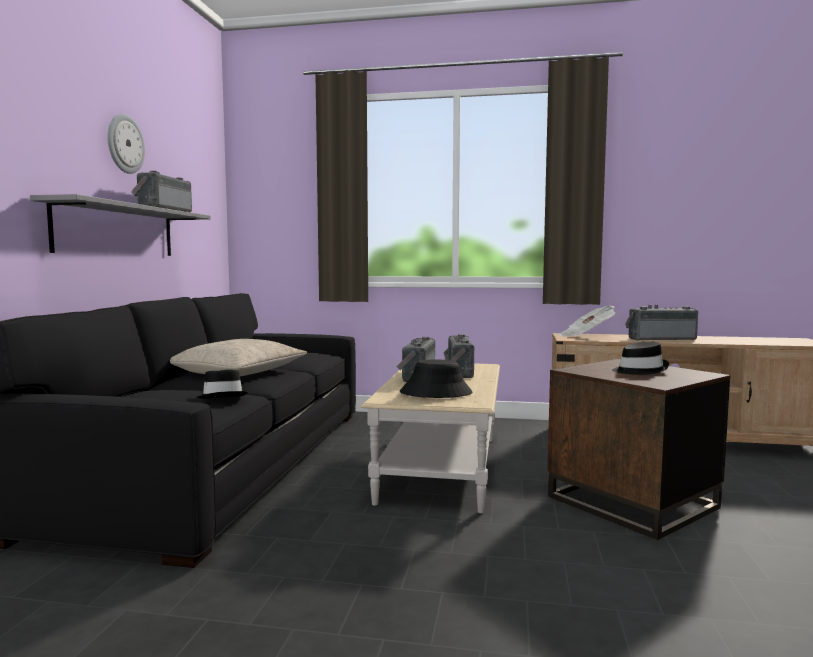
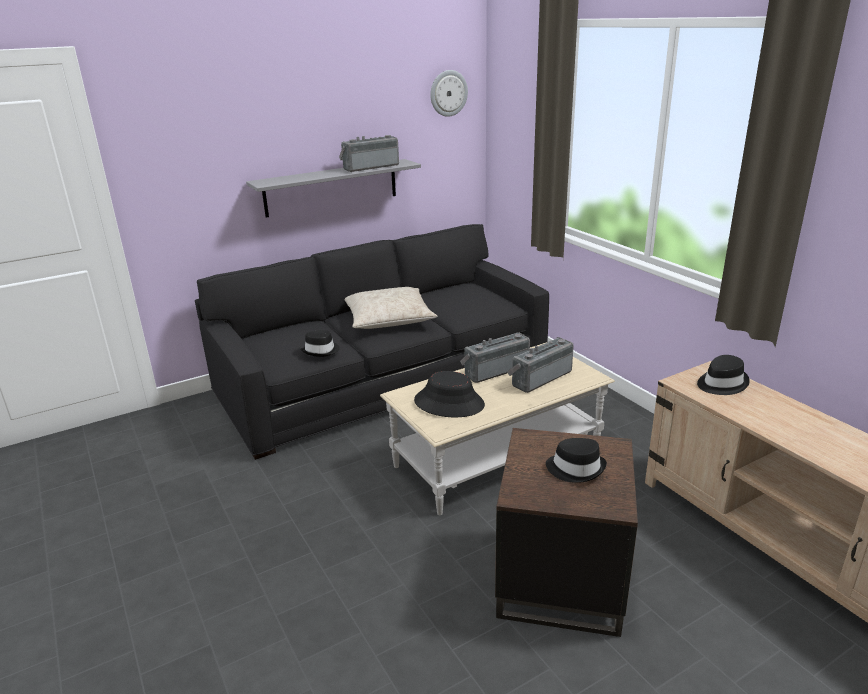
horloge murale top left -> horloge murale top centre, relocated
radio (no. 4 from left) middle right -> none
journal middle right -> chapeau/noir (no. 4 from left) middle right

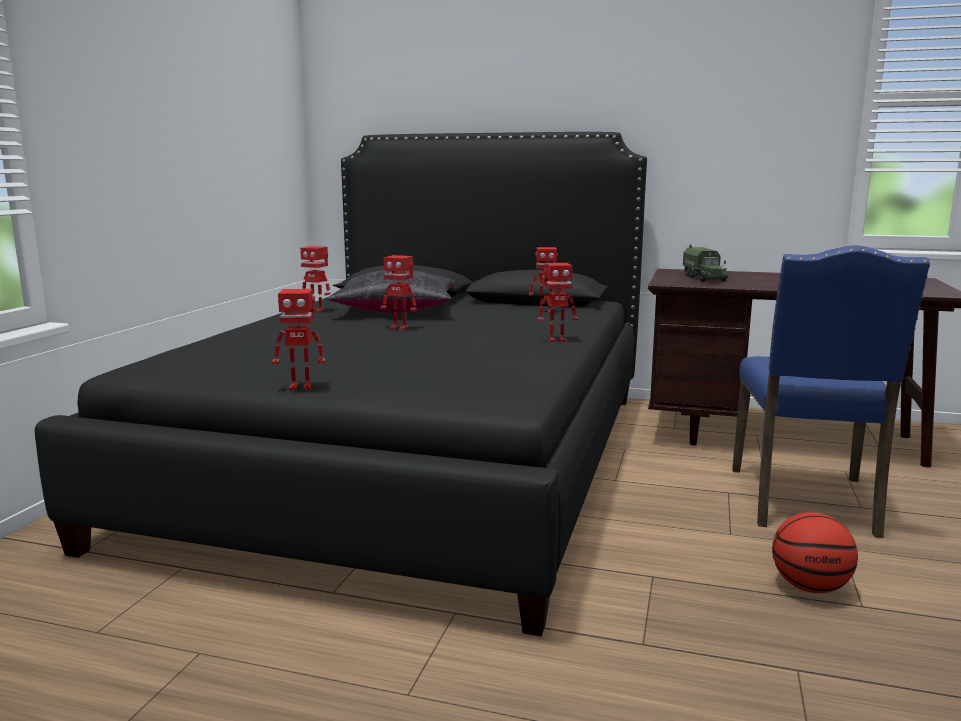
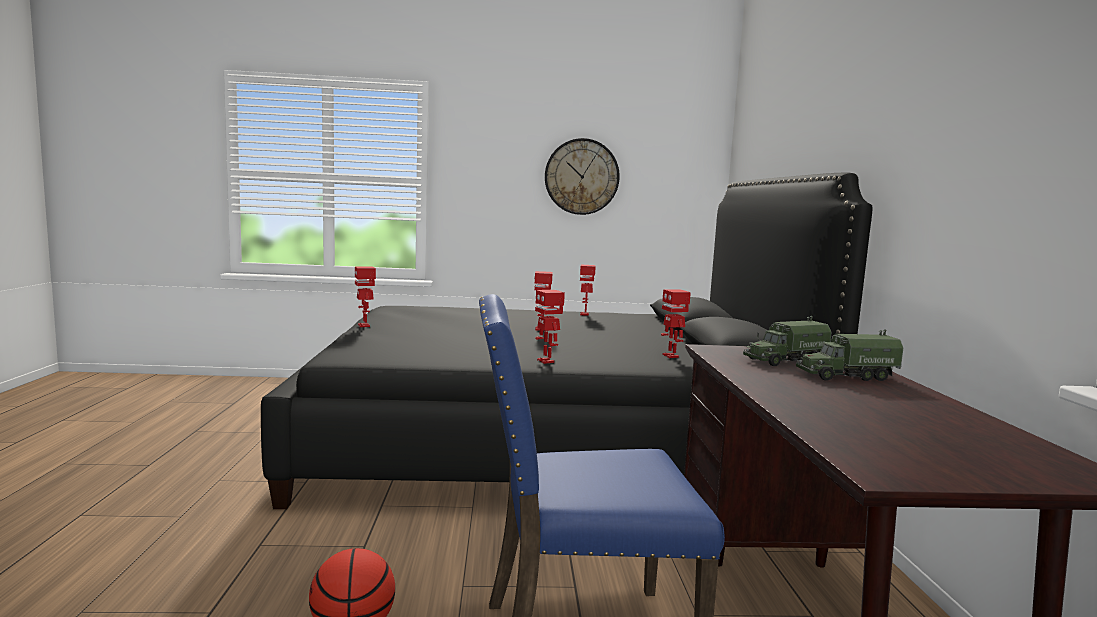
coussin/noir centre -> none
none -> horloge murale top centre
none -> camion jouet (no. 2 from left) middle right

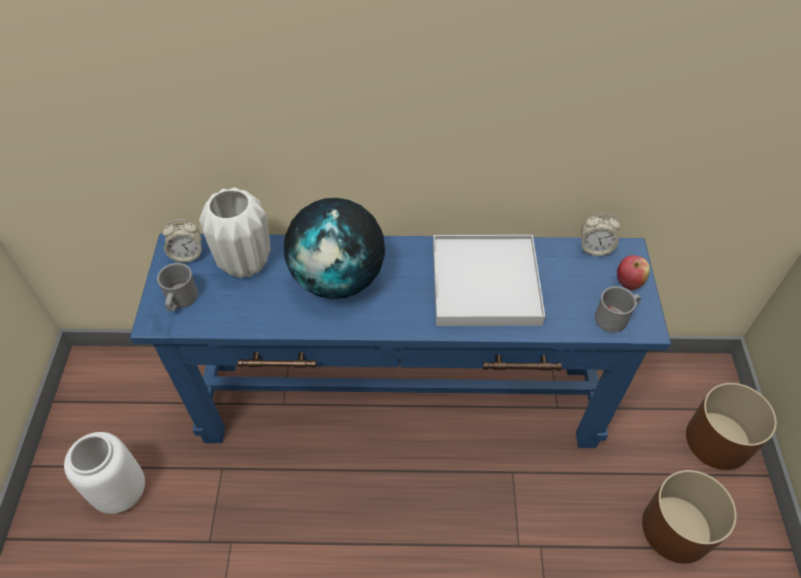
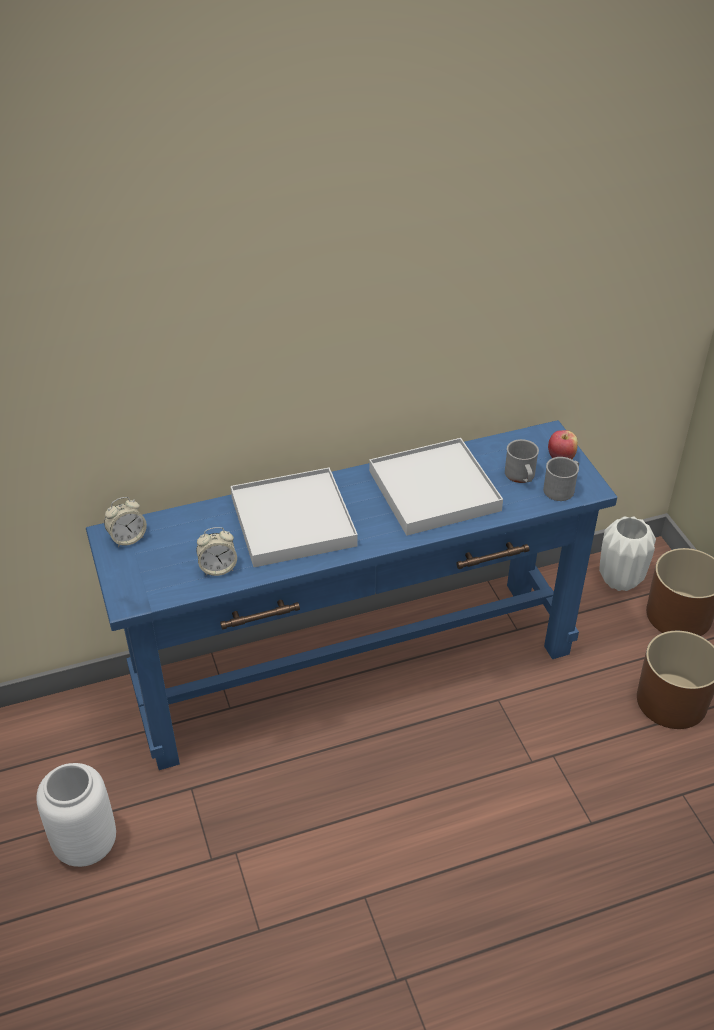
vase/blanc (no. 2 from left) middle left -> vase/blanc (no. 2 from left) middle right, relocated
globe centre -> plateau/blanc (no. 1 from left) centre
réveil (no. 2 from left) middle right -> réveil (no. 2 from left) middle left, relocated
mug/gris (no. 1 from left) middle left -> mug/gris (no. 1 from left) middle right, relocated

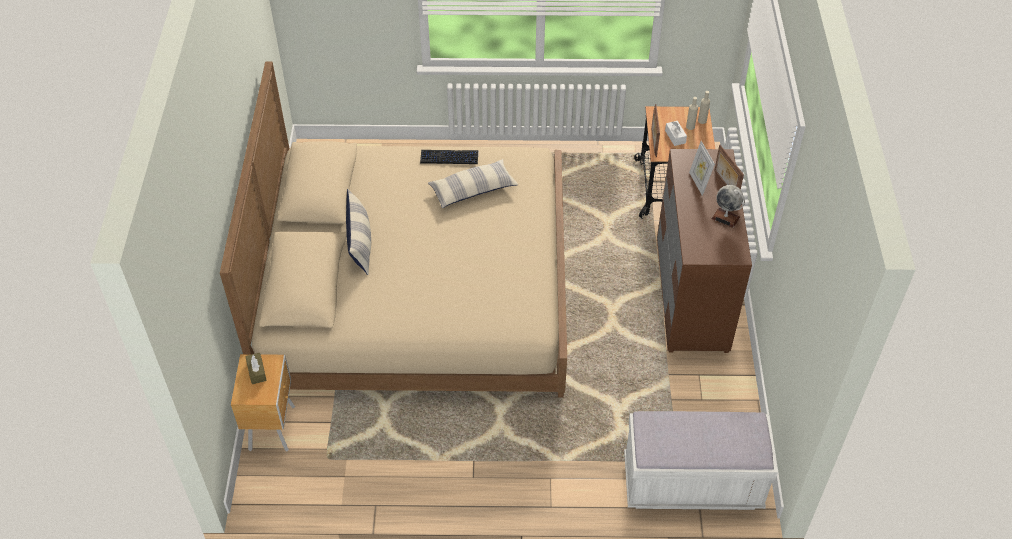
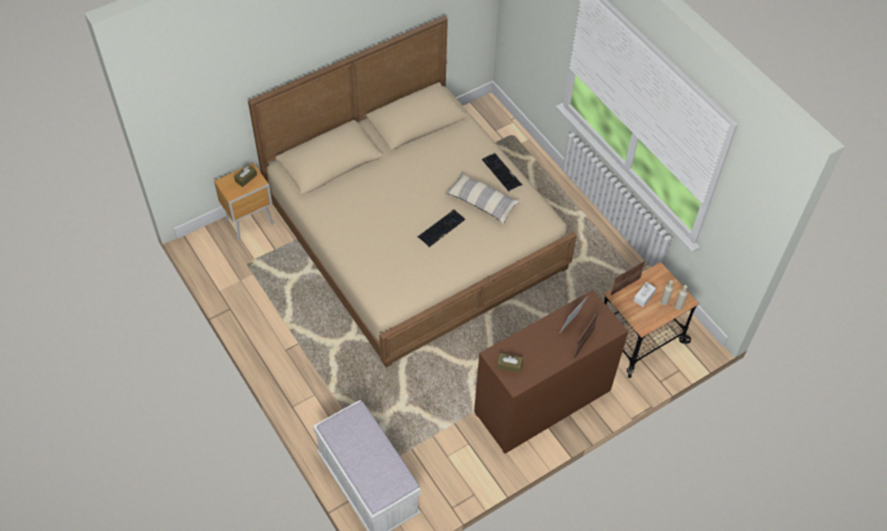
globe middle right -> none
coussin (no. 1 from left) centre -> none
none -> clavier (no. 1 from left) centre
none -> boîte à mouchoirs/marron (no. 2 from left) bottom centre

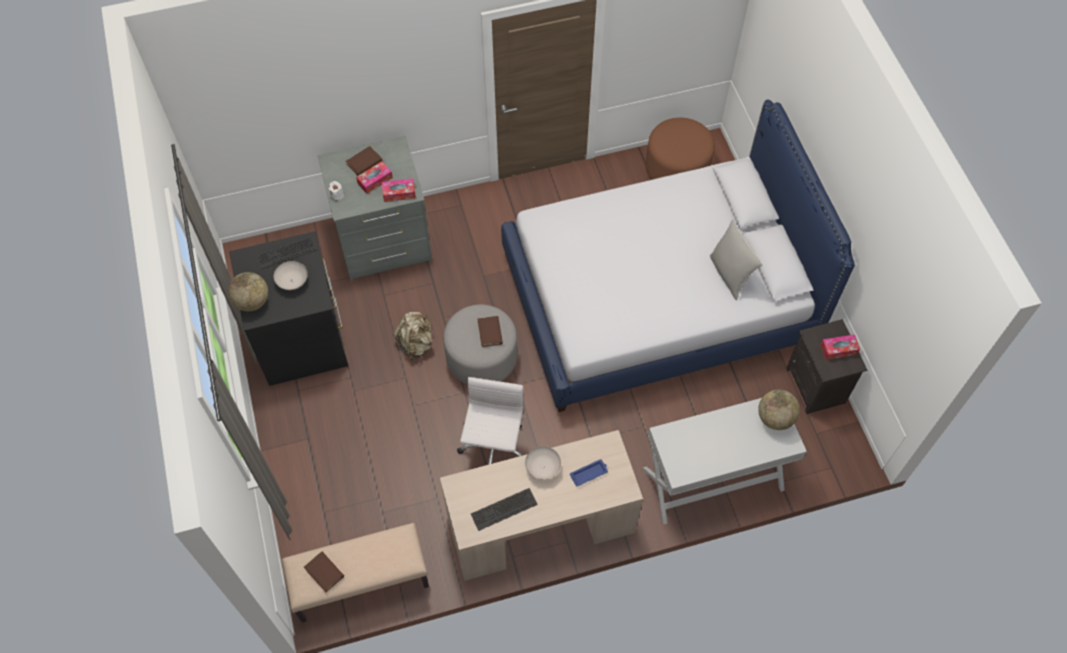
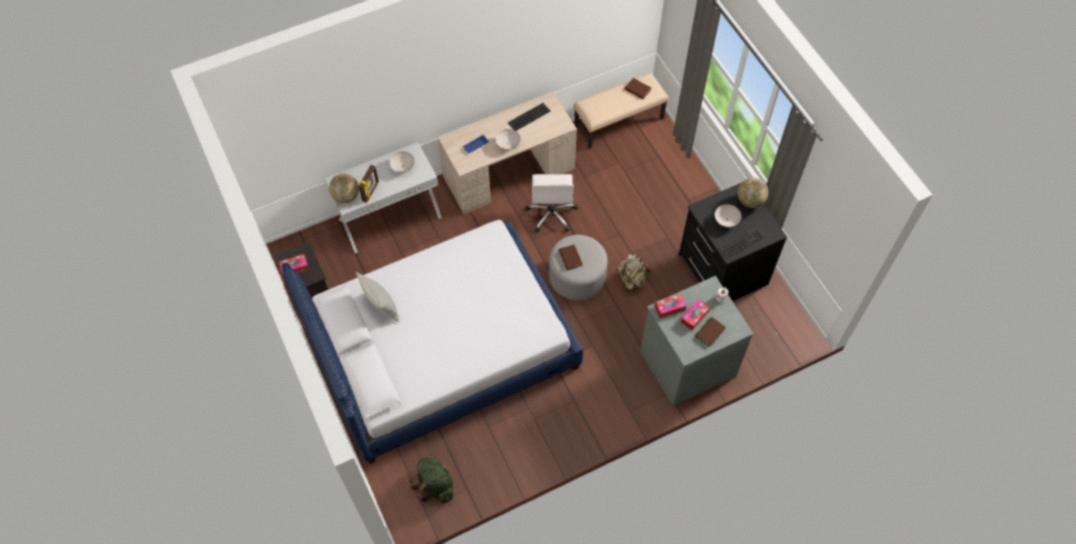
pouf/marron top centre -> sac à dos/vert bottom centre
none -> bol/blanc (no. 1 from left) top centre
none -> cadre photo centre

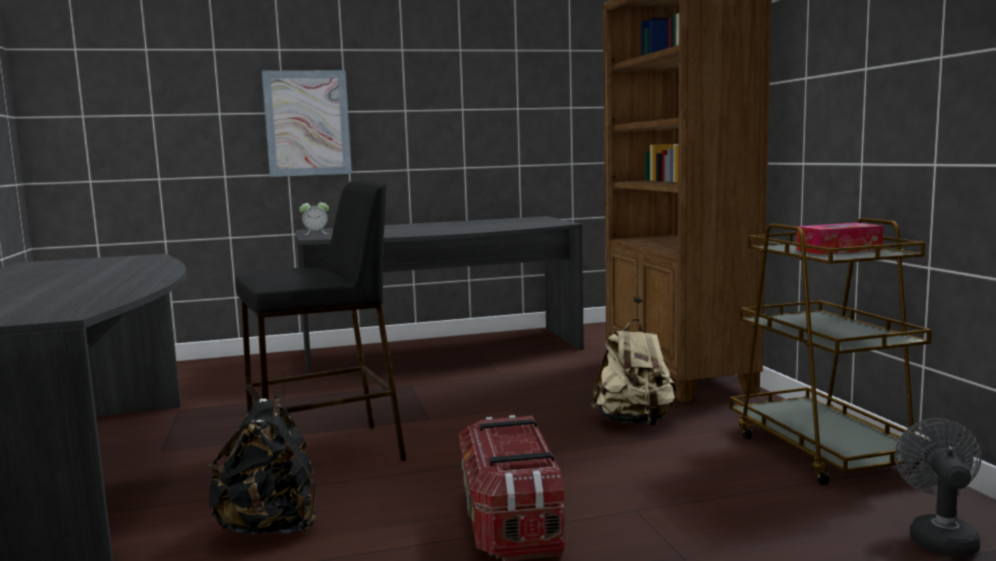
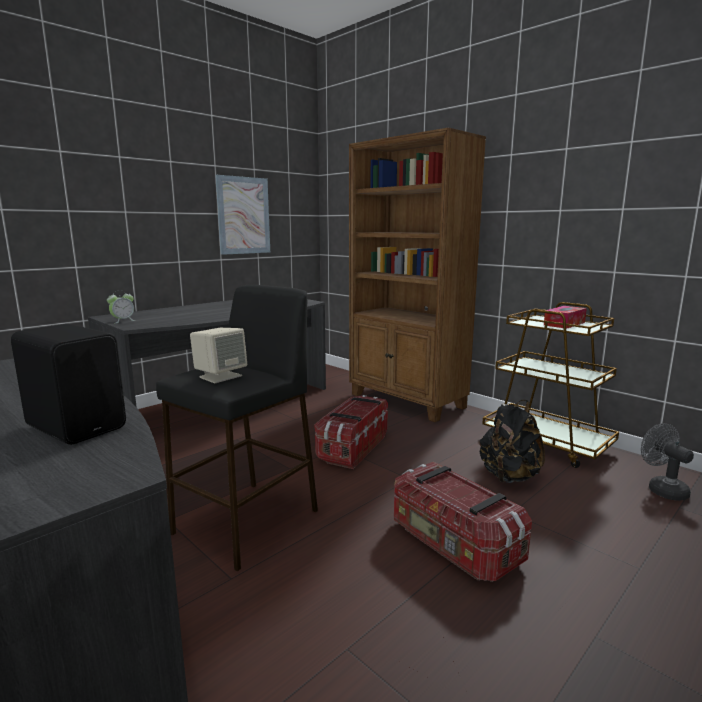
tableau top left -> tableau top centre, relocated
sac à dos/beige centre -> none
sac à dos/noir bottom left -> sac à dos/noir middle right, relocated
none -> enceinte/noir middle left
none -> enceinte/beige middle left
none -> boîte de rangement (no. 1 from left) centre

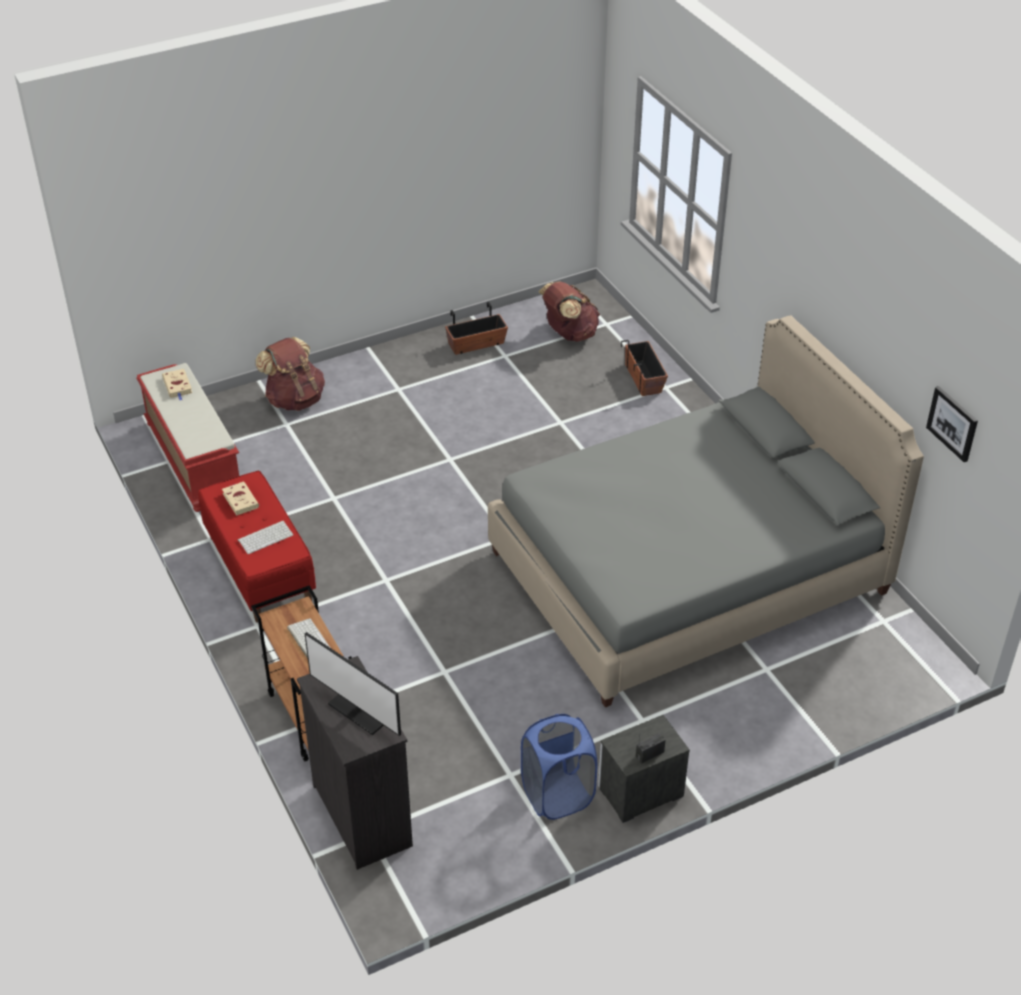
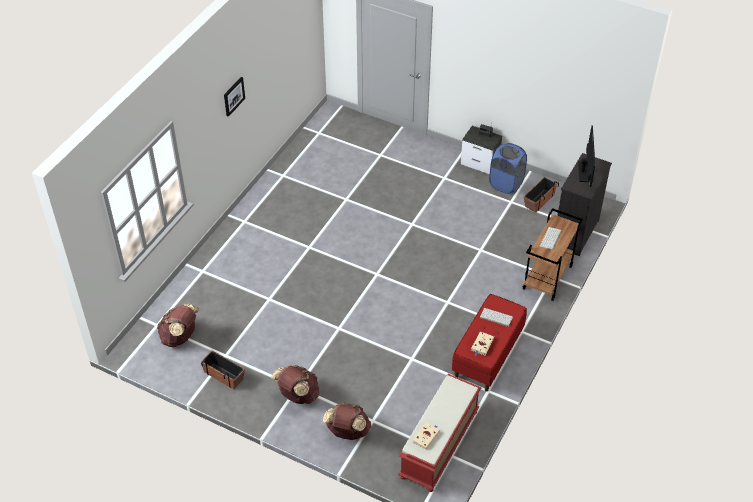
lit/gris middle right -> none
cache-pot (no. 2 from left) centre -> cache-pot (no. 2 from left) middle right, relocated
tableau middle right -> tableau top left, relocated
none -> sac à dos/marron (no. 2 from left) bottom centre

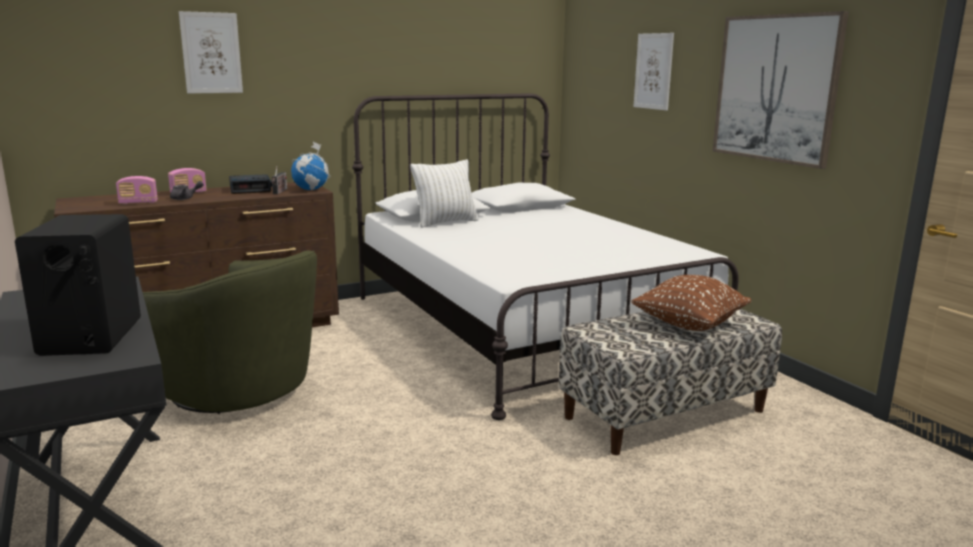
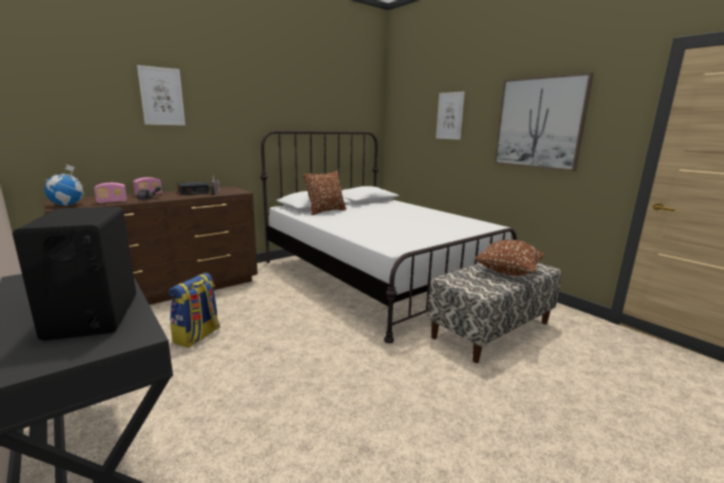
globe top left -> globe middle left, relocated
coussin/blanc centre -> coussin/marron (no. 1 from left) centre
fauteuil/vert middle left -> sac à dos middle left

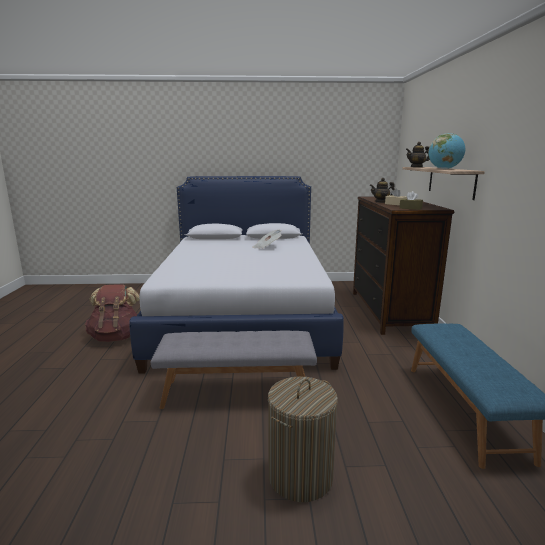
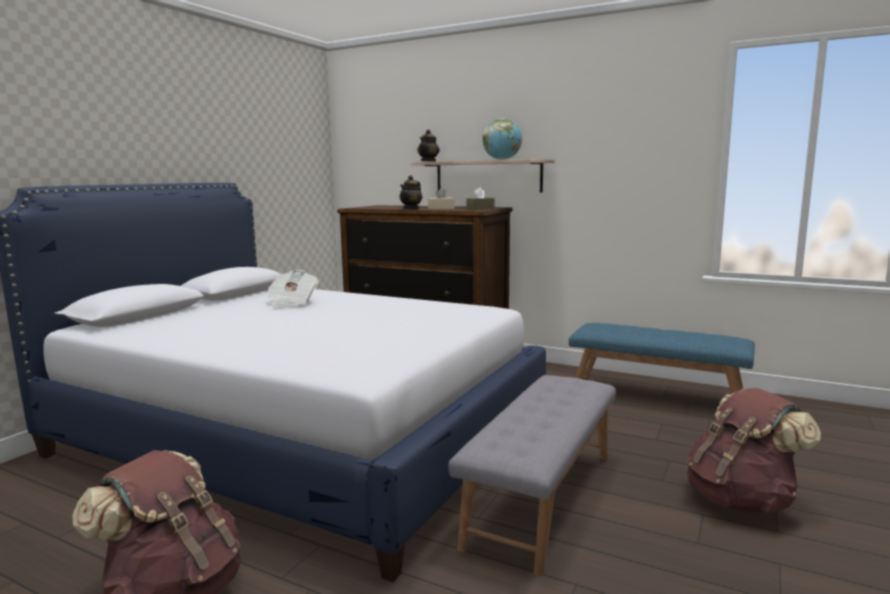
panier à linge bottom centre -> sac à dos/marron (no. 2 from left) bottom right

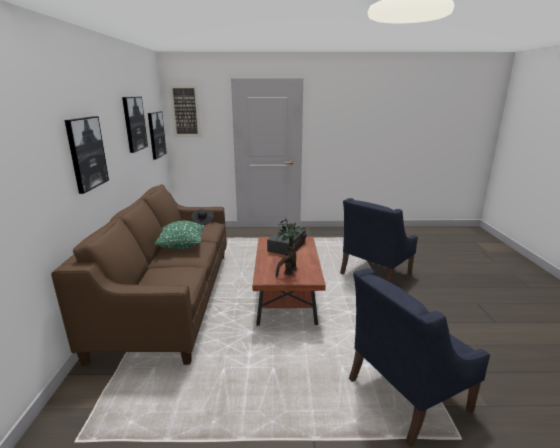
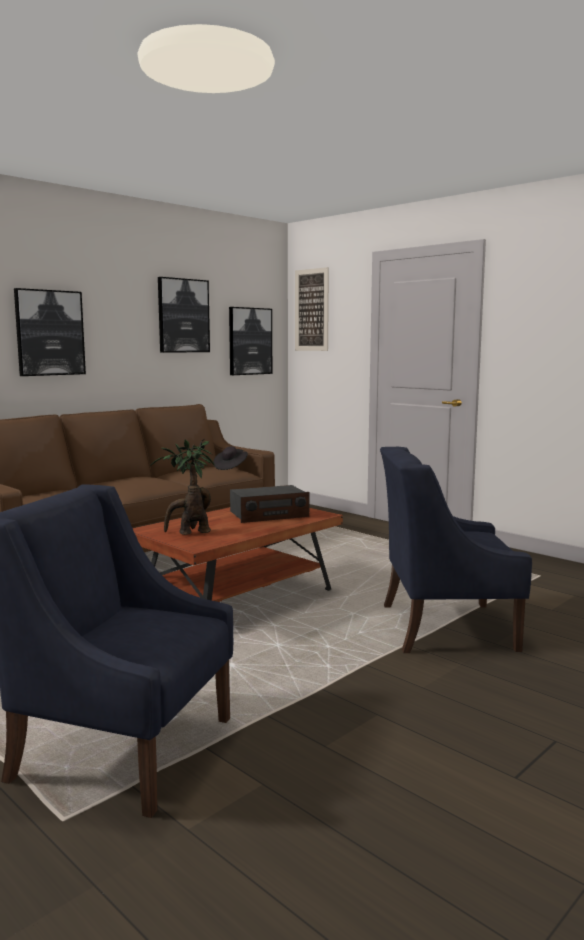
coussin/vert middle left -> none

